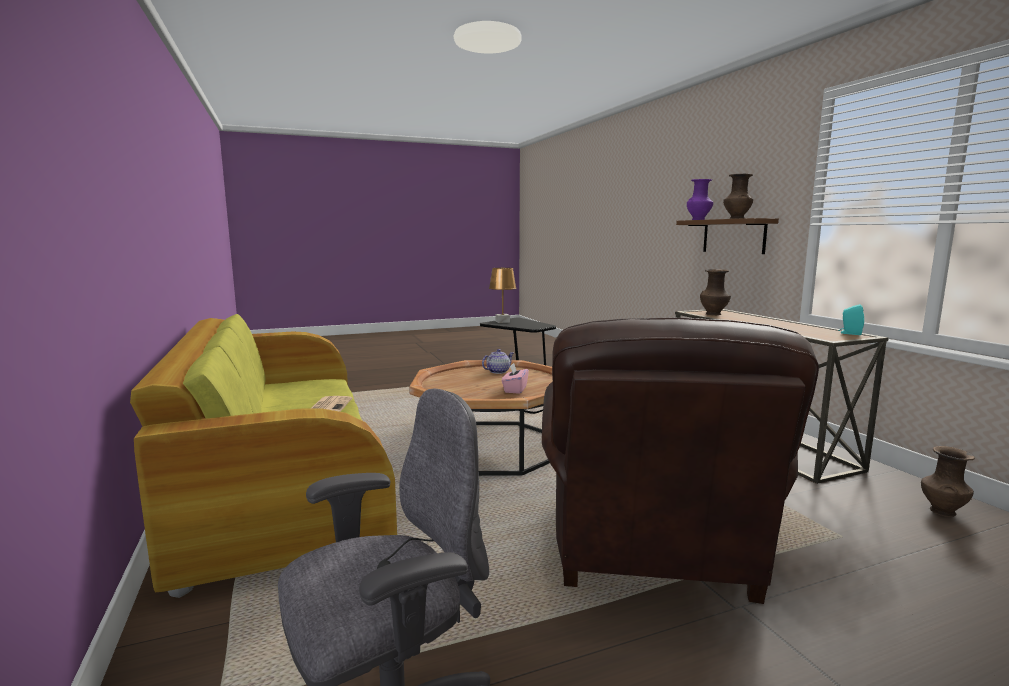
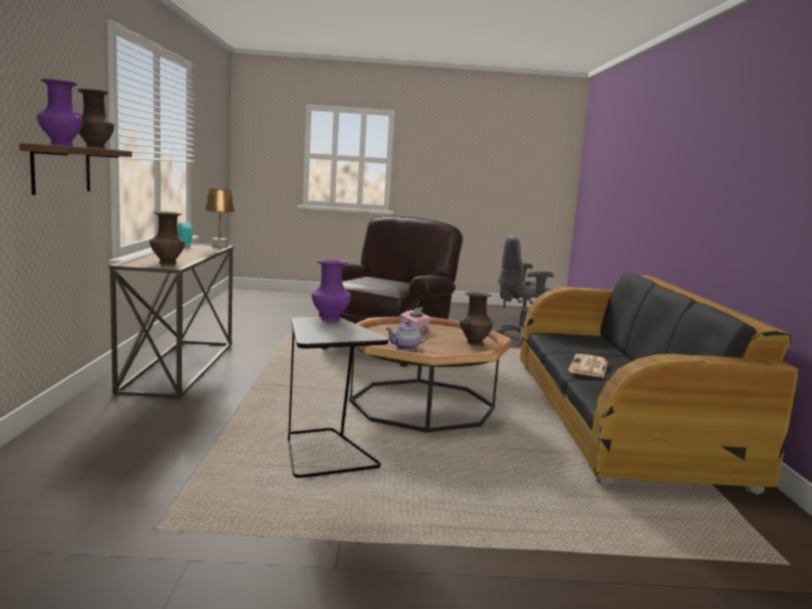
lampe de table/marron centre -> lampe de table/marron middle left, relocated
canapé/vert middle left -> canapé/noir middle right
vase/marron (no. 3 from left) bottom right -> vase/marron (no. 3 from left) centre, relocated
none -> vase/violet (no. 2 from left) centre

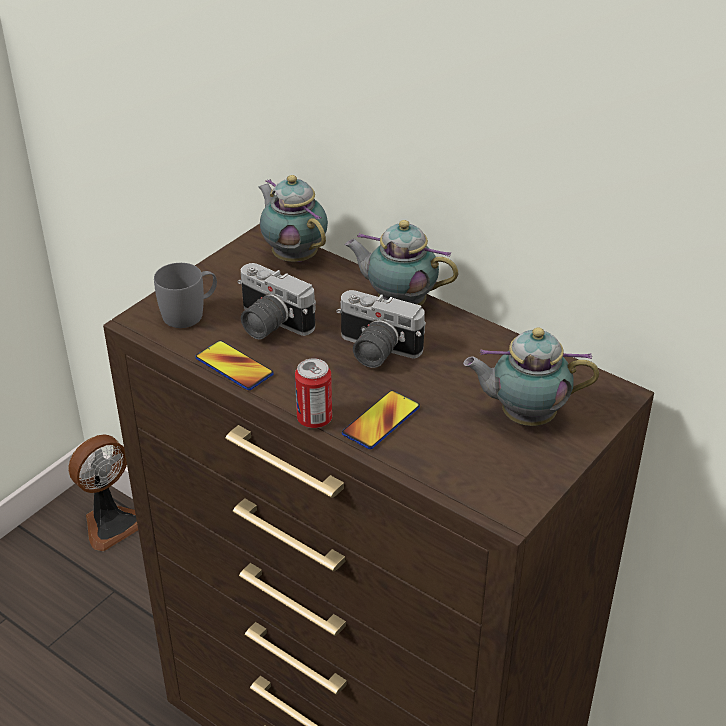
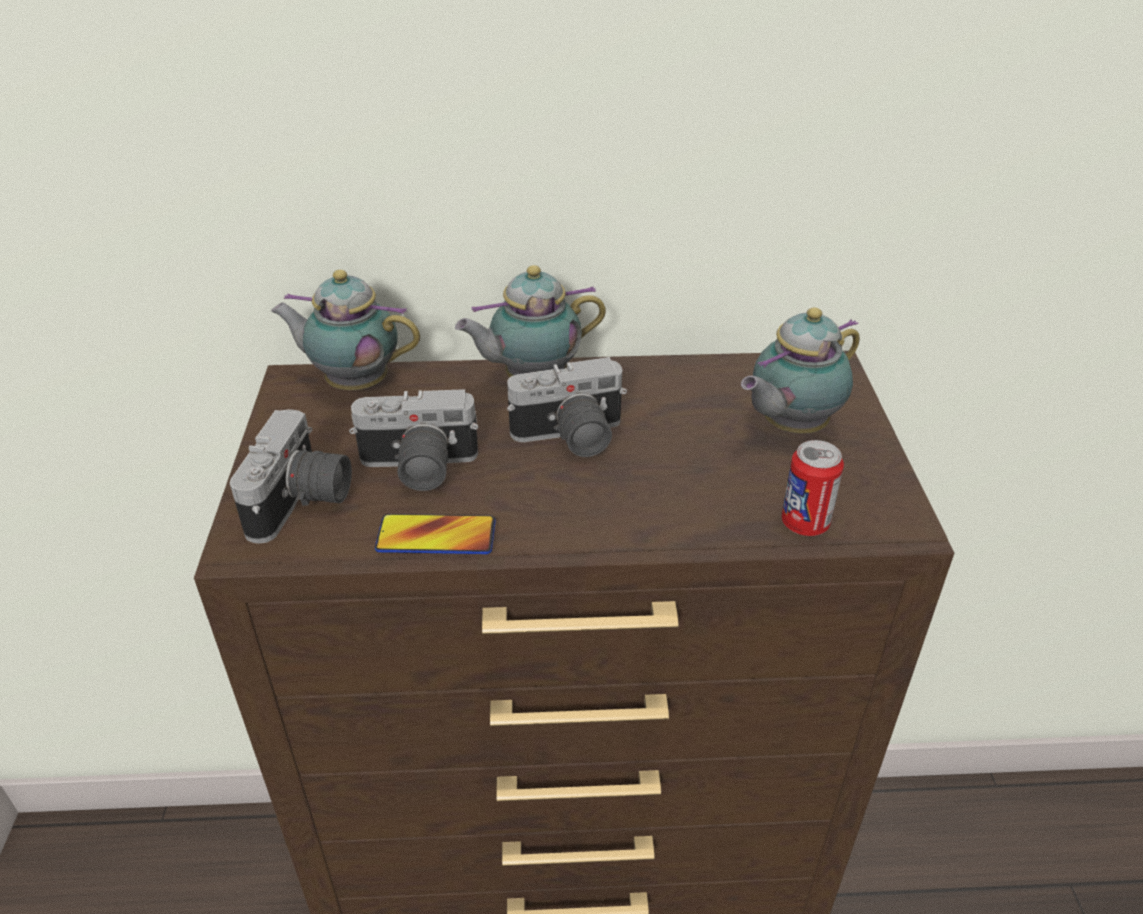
mug/gris middle left -> appareil photo (no. 1 from left) middle left
boîte métallique centre -> boîte métallique middle right, relocated
téléphone (no. 2 from left) centre -> none
ventilateur bottom left -> none

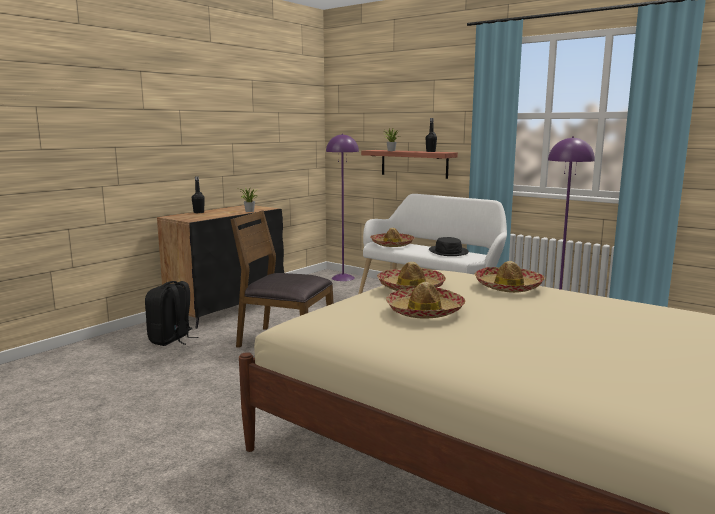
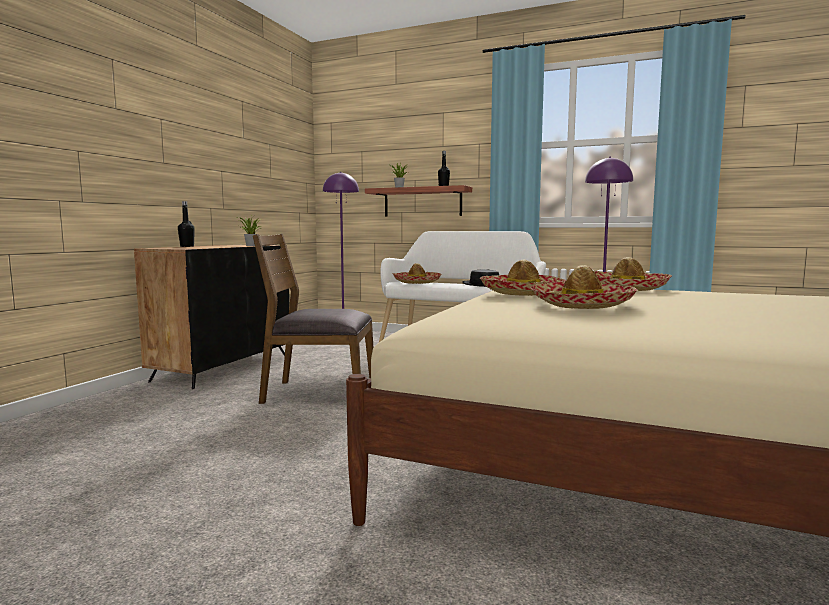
sac à dos/noir middle left -> none

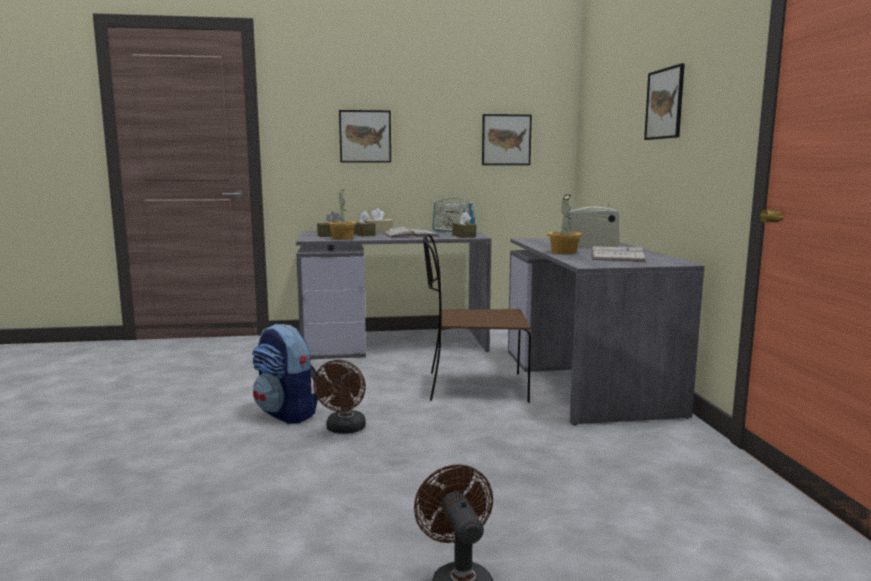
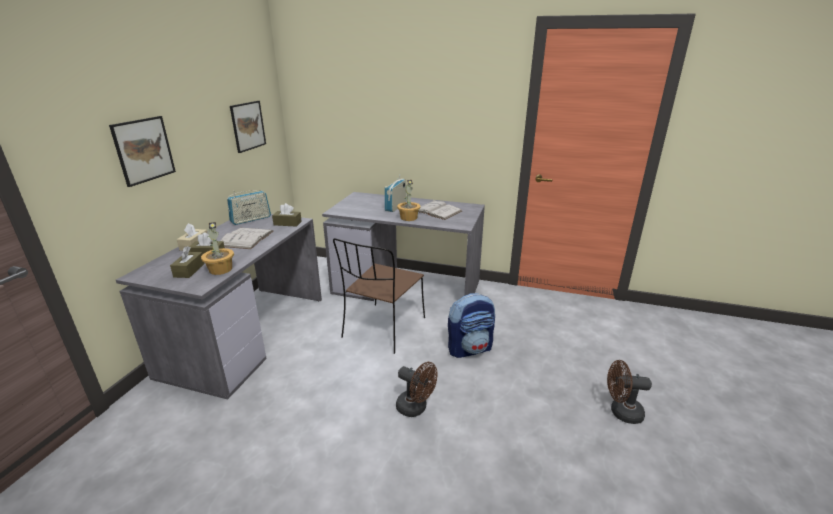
tableau (no. 3 from left) top right -> none
sac à dos middle left -> sac à dos centre, relocated

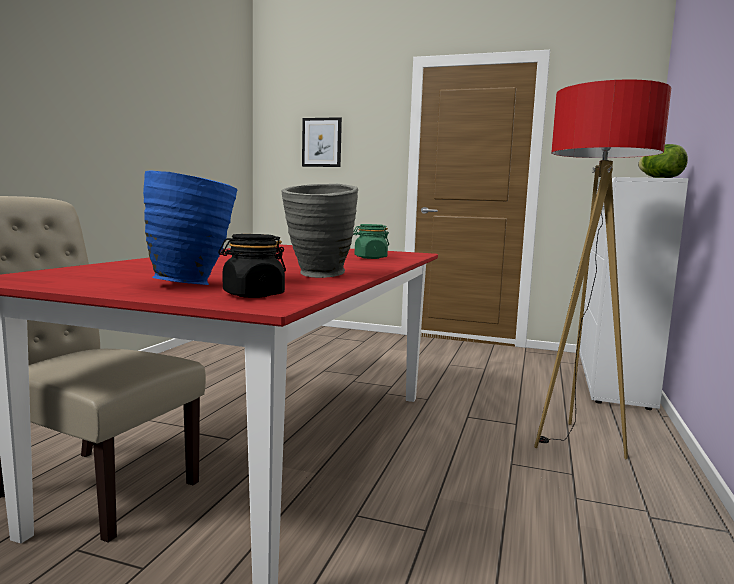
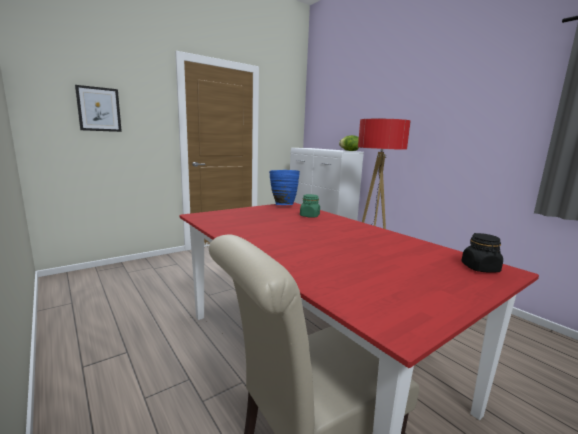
vase/bleu middle left -> vase/bleu centre, relocated
vase/gris centre -> none

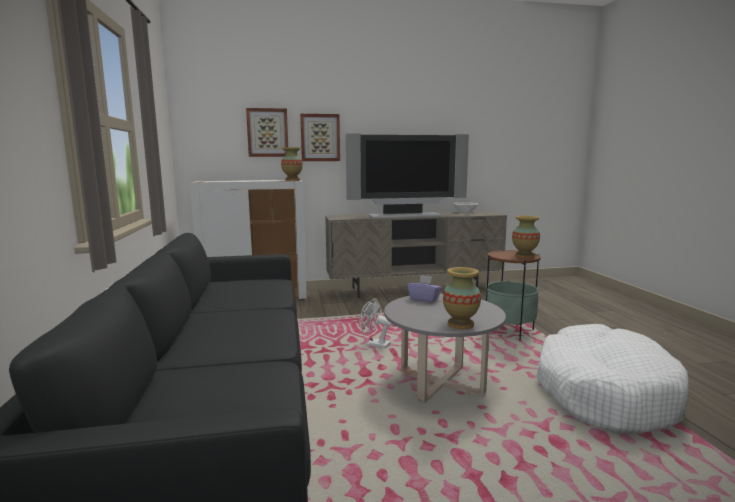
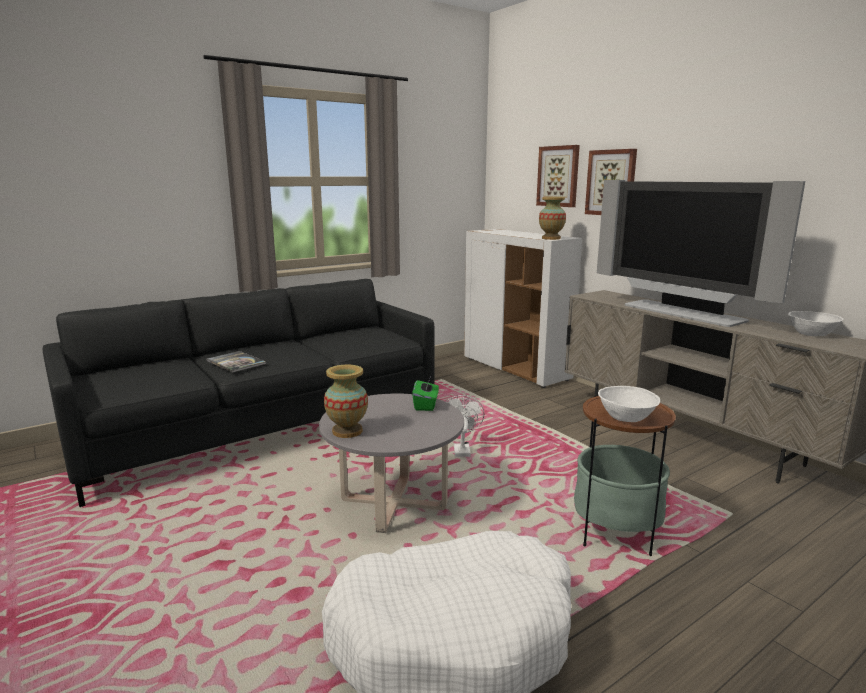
vase (no. 3 from left) middle right -> bol/blanc (no. 1 from left) middle right
boîte à mouchoirs/violet centre -> boîte à mouchoirs/vert centre
none -> livre middle left

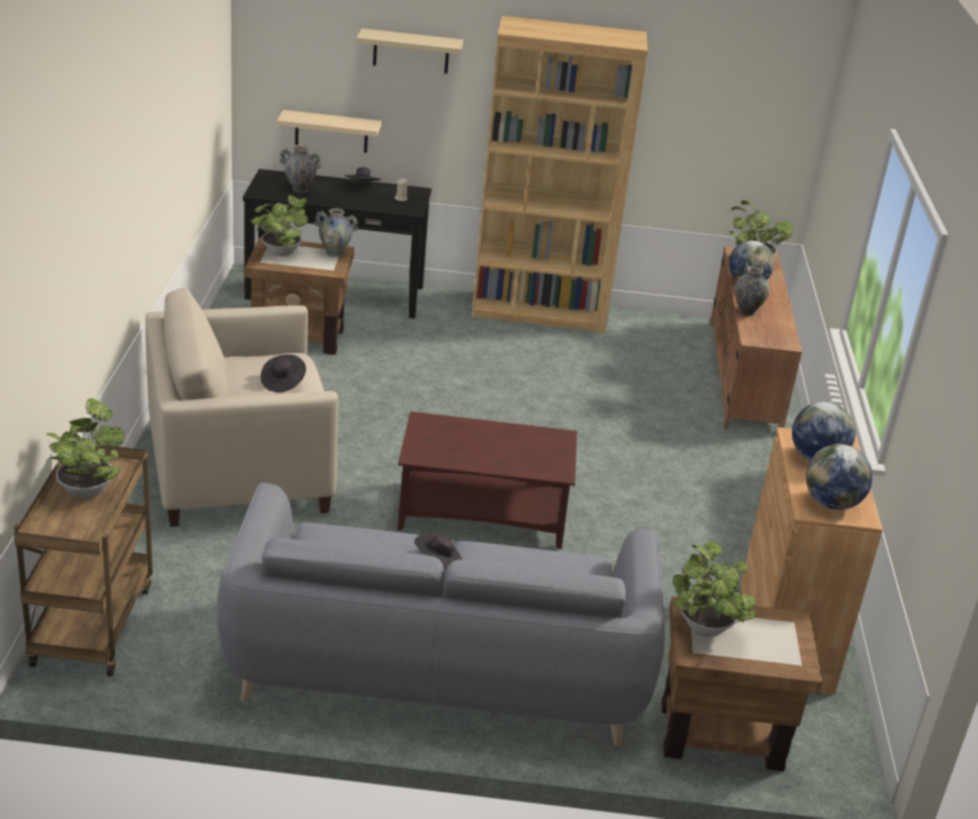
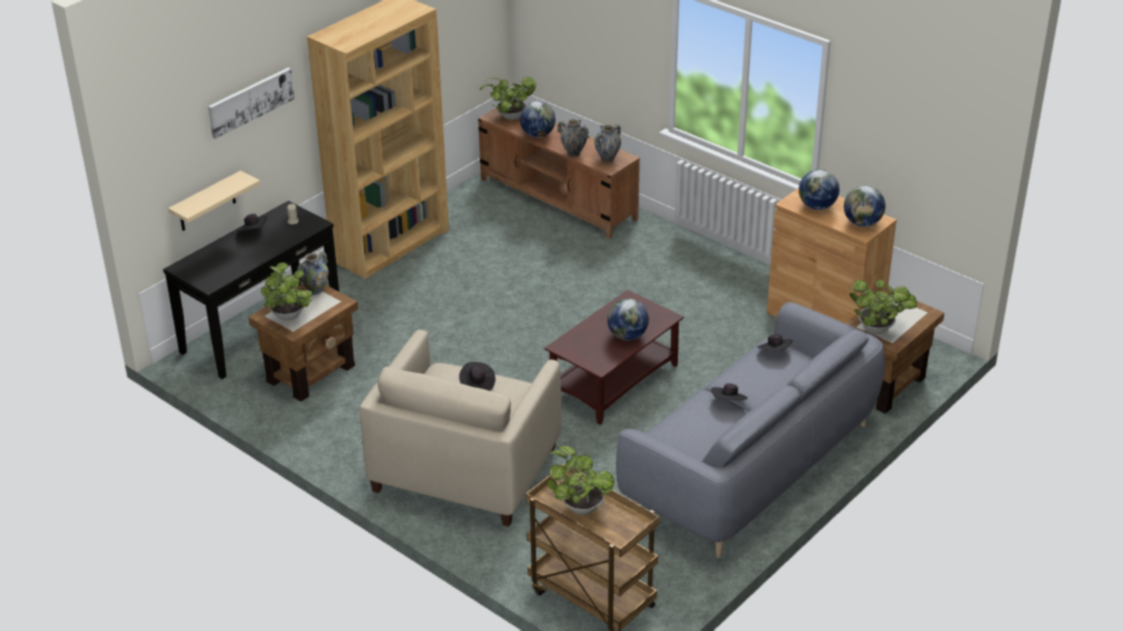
étagère/beige (no. 2 from left) top centre -> tableau top left
vase (no. 1 from left in the first image) top left -> vase (no. 3 from left) top centre, relocated
none -> globe (no. 2 from left) centre
none -> chapeau/noir (no. 4 from left) middle right

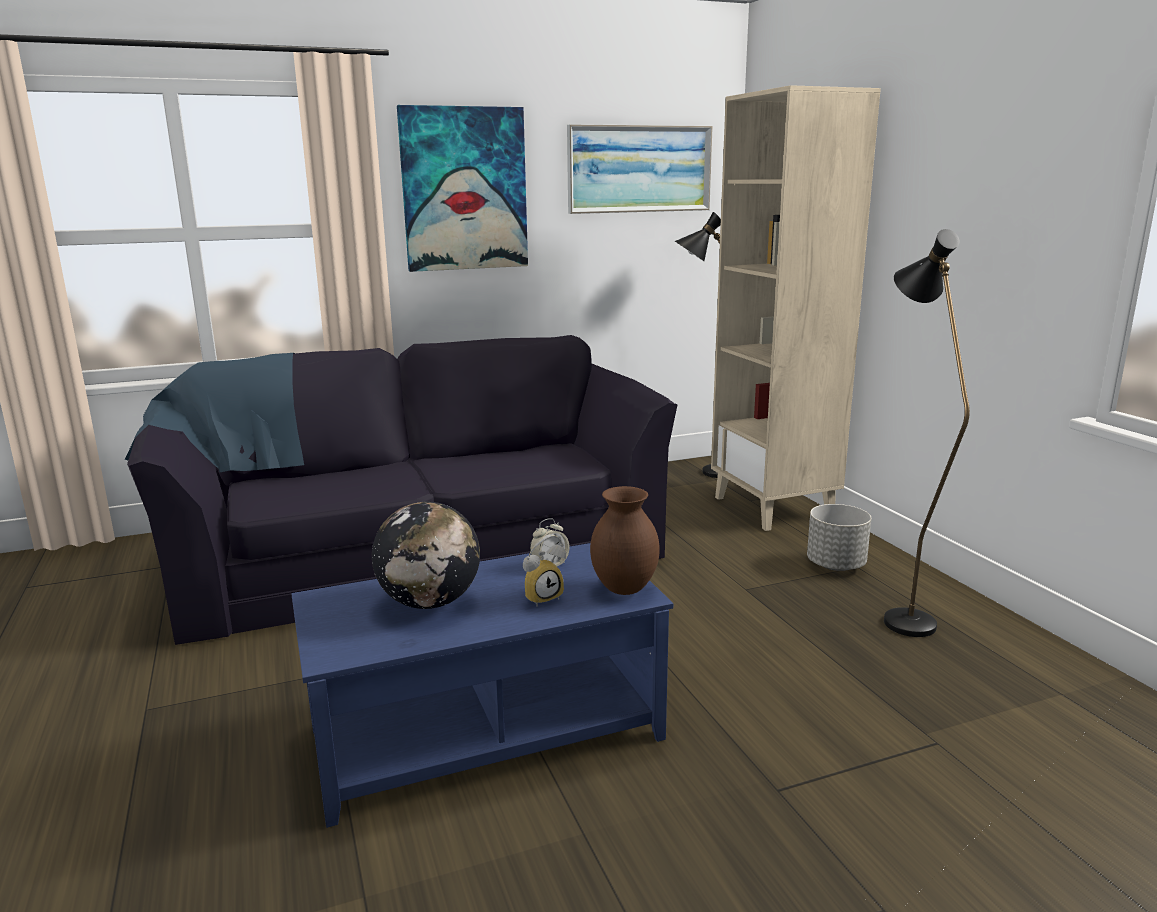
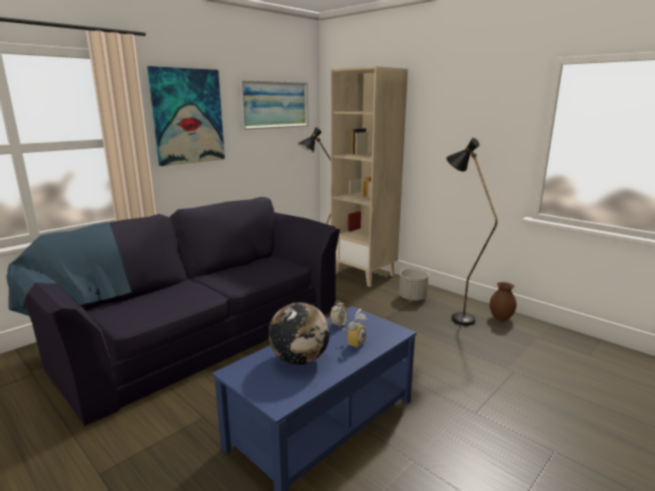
vase/marron centre -> vase/marron middle right, relocated

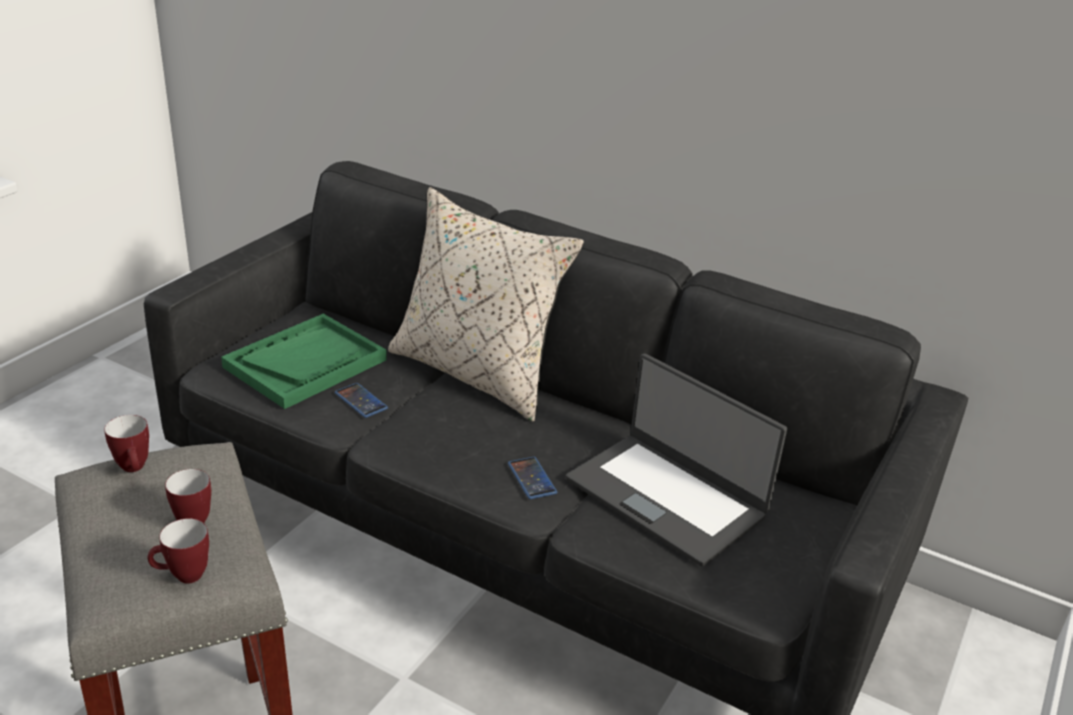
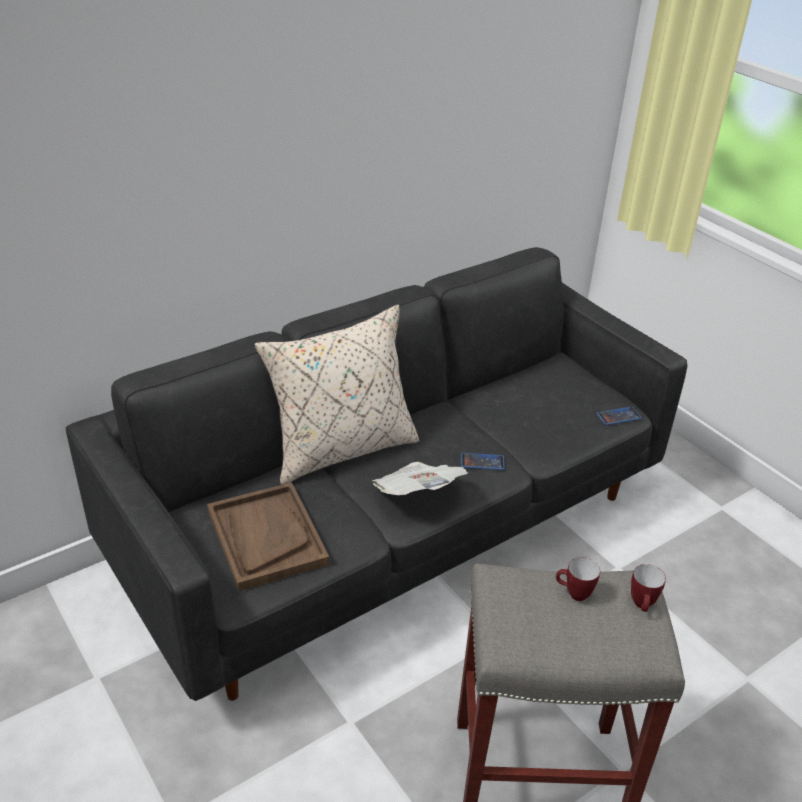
plateau/vert middle left -> plateau/marron bottom centre
ordinateur portable centre -> none
téléphone (no. 1 from left in the first image) centre -> téléphone (no. 2 from left) middle right, relocated
mug (no. 1 from left) middle left -> none
none -> journal centre

